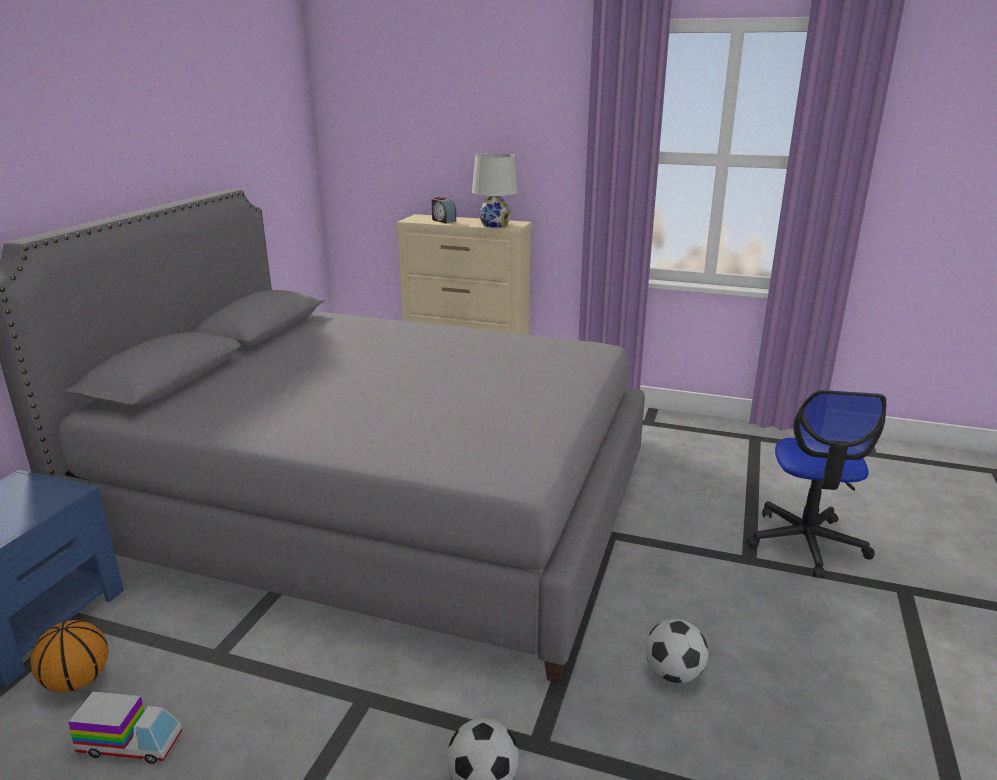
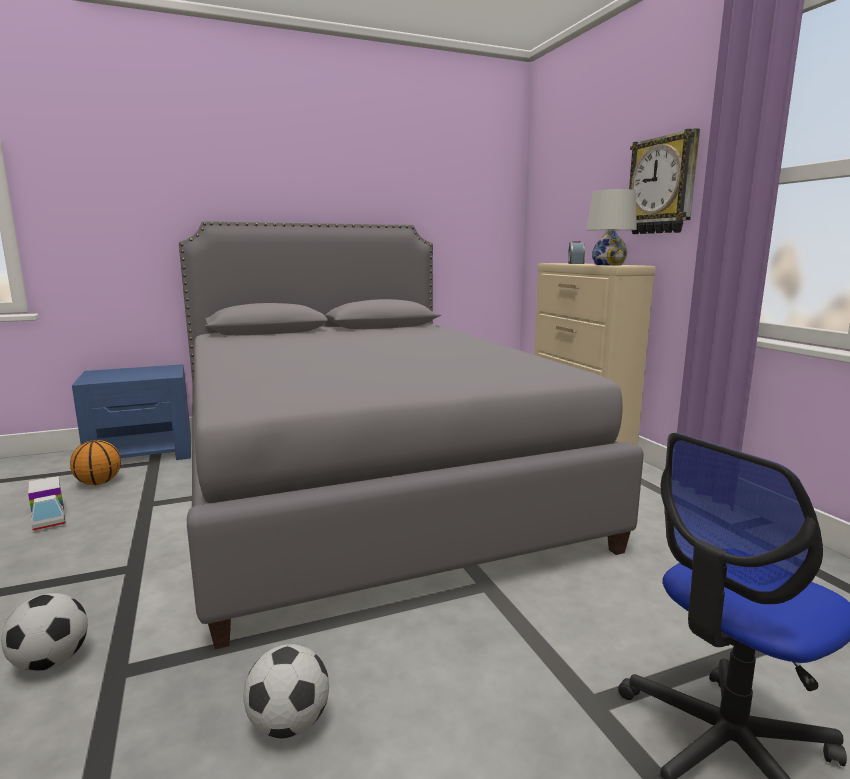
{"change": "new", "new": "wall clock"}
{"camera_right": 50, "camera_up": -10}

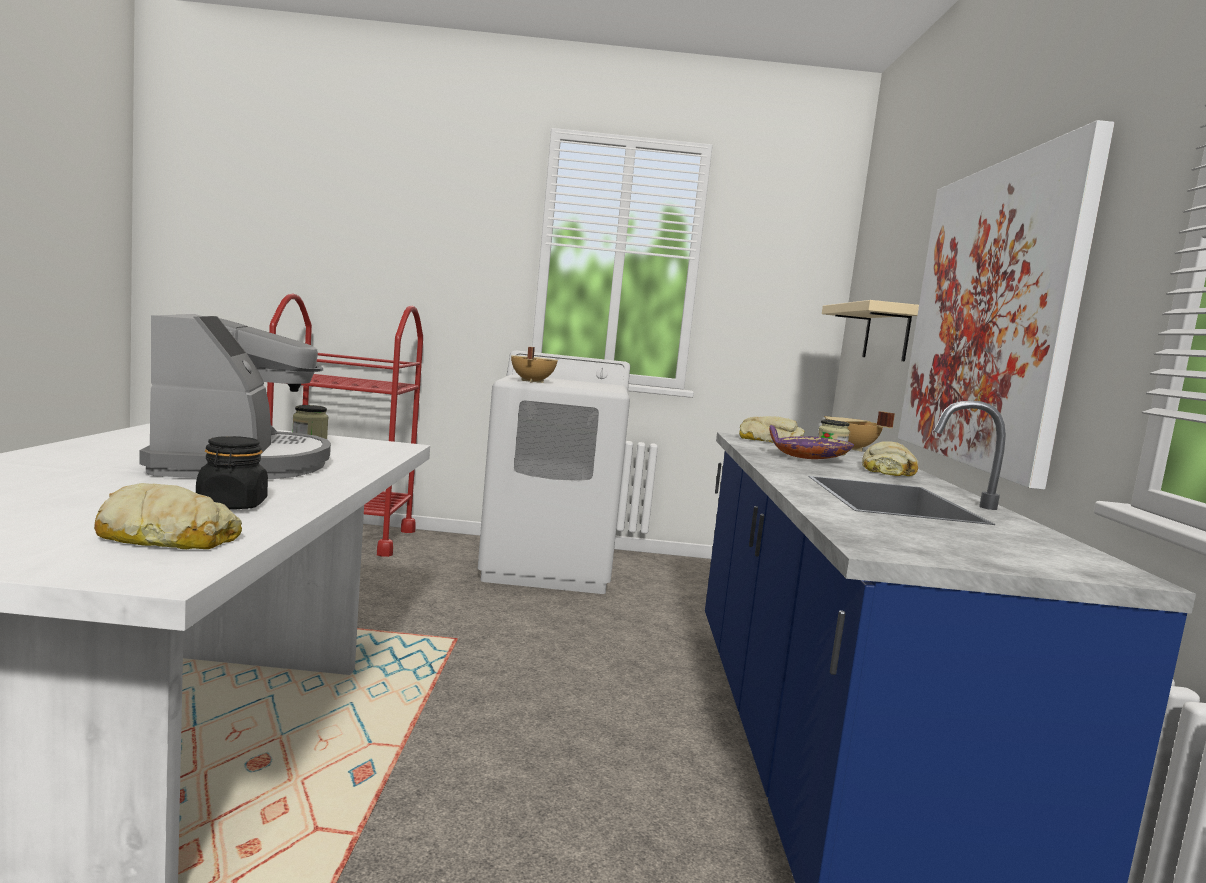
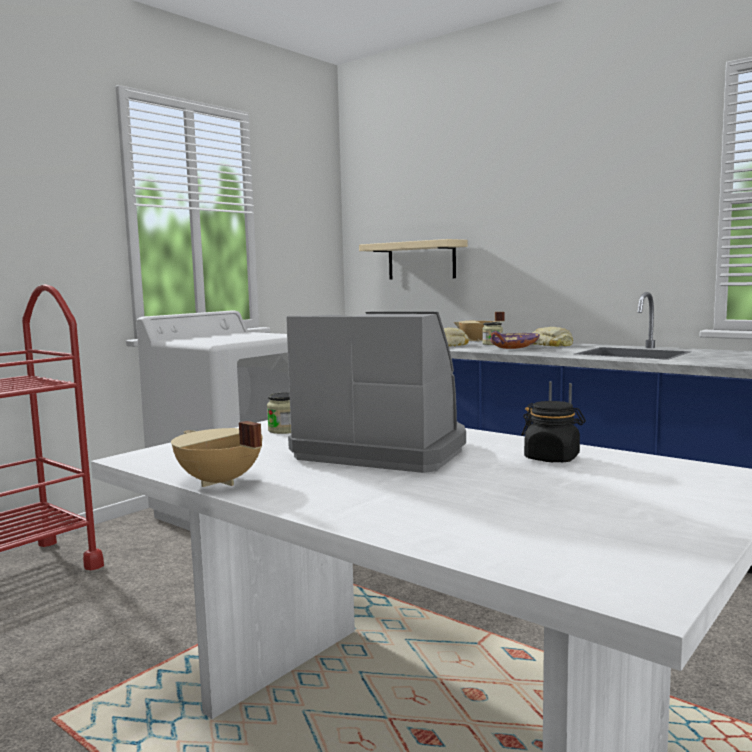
{"change": "shifted", "old": "cooking pot/beige (no. 1 from left)"}
{"change": "gone", "old": "bread (no. 1 from left)"}
{"change": "gone", "old": "picture"}
{"camera_right": -50, "camera_up": 0}

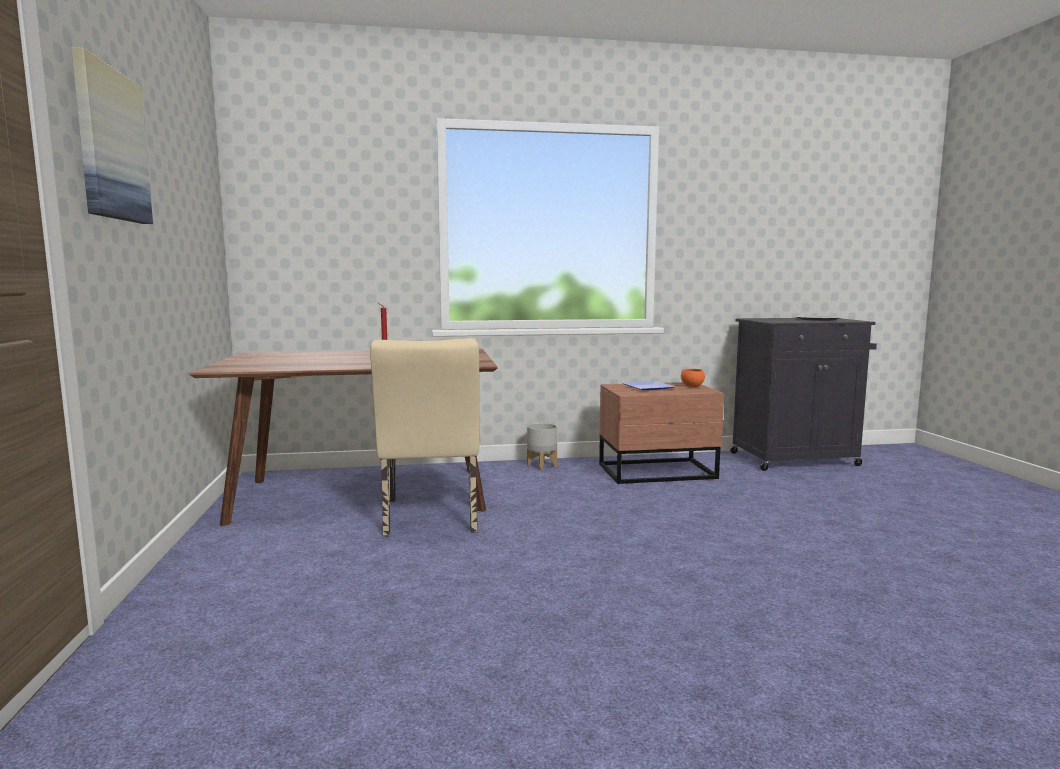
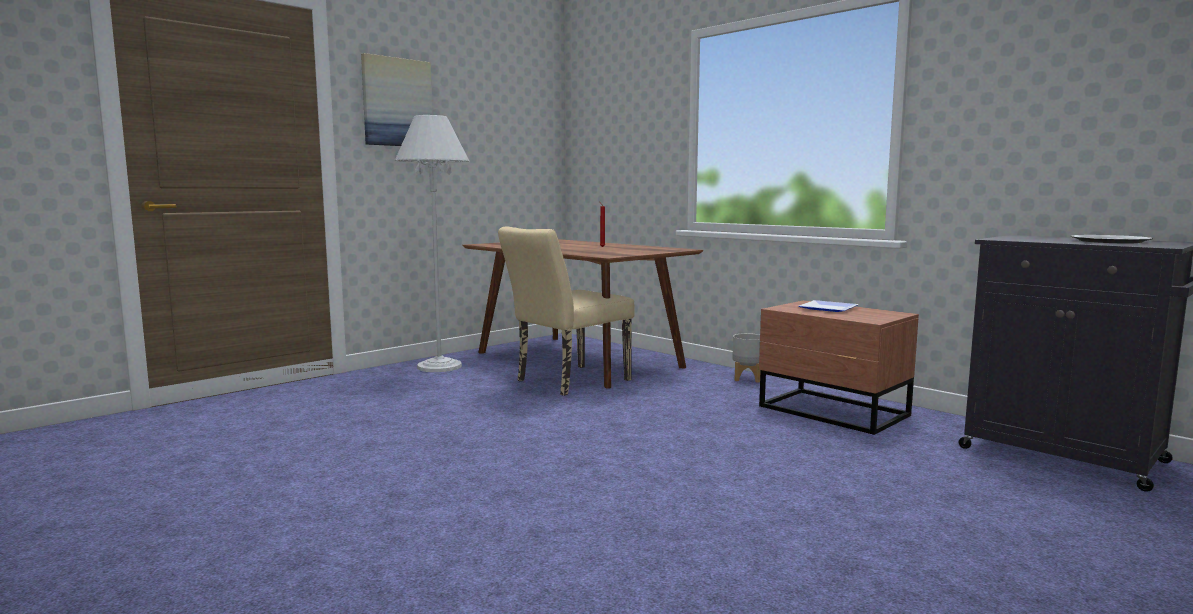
{"change": "new", "new": "floor lamp/white"}
{"change": "gone", "old": "bowl/orange"}
{"camera_right": 55, "camera_up": 0}

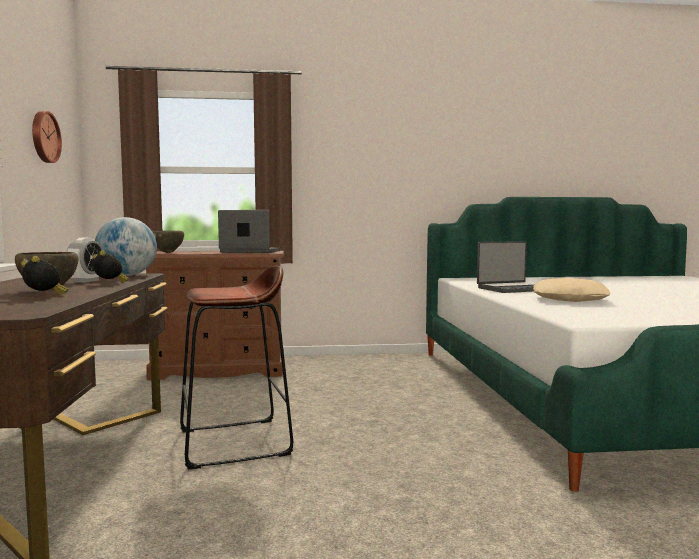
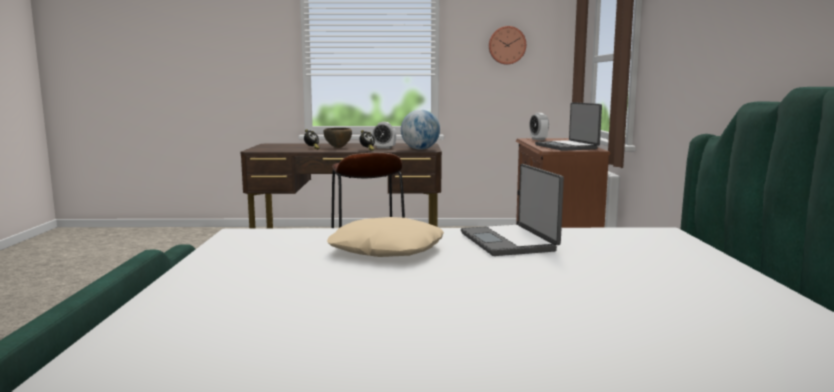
{"change": "swapped", "old": "bowl/brown (no. 2 from left)", "new": "alarm clock (no. 4 from left)"}
{"change": "rotated", "old": "laptop (no. 1 from left in the first image)", "degrees": 150}
{"camera_right": 95, "camera_up": 5}

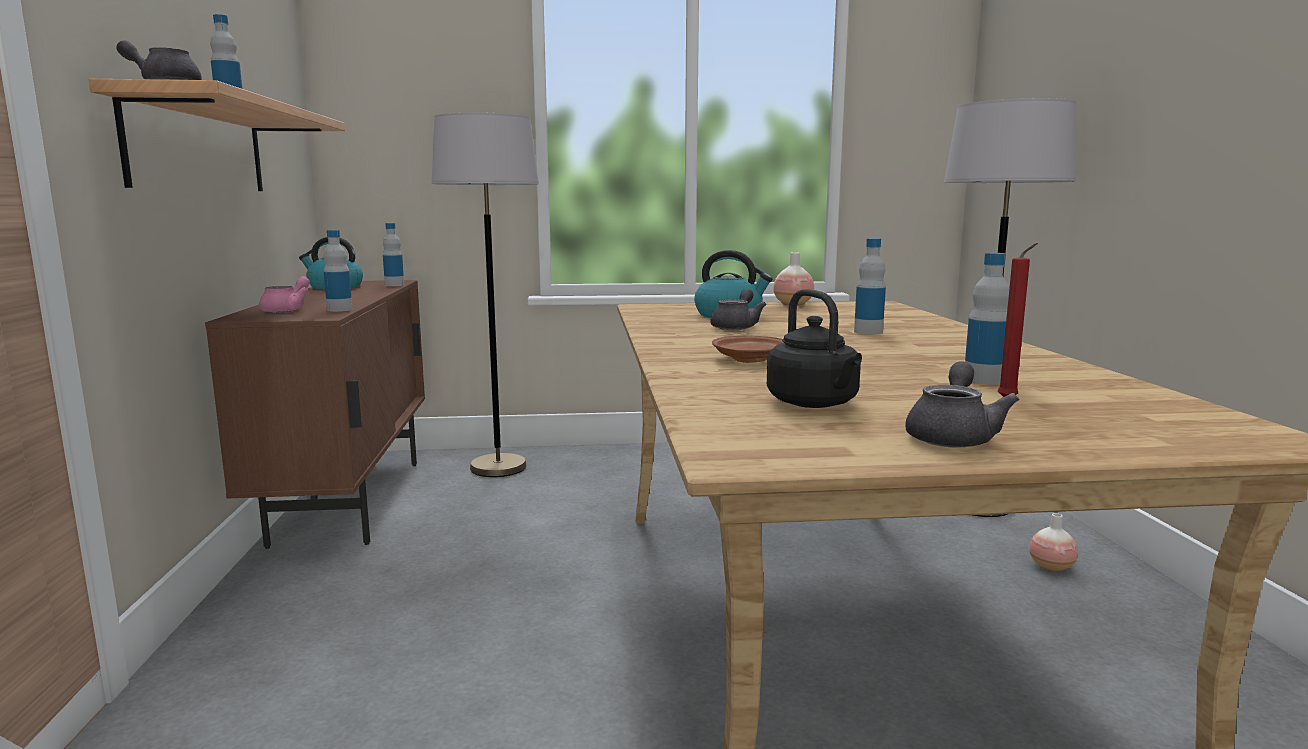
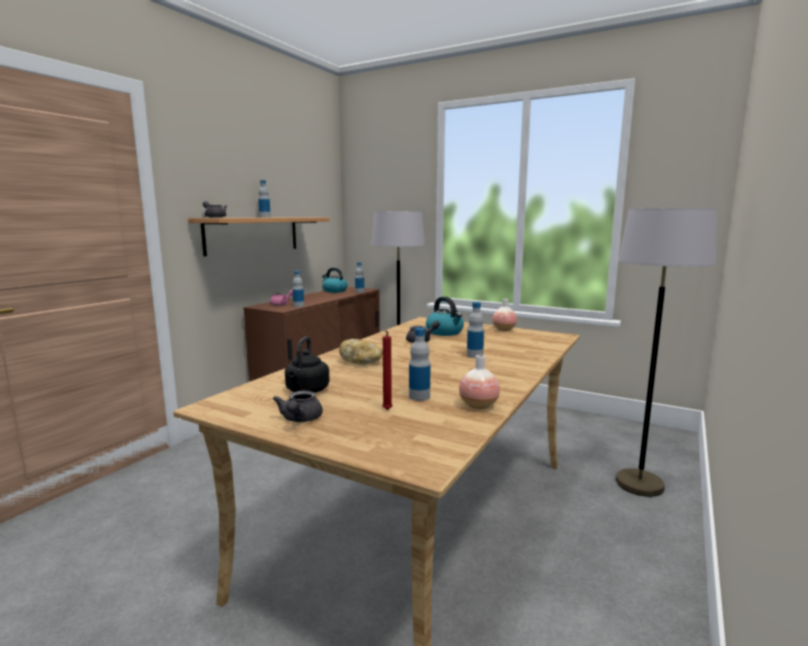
{"change": "rotated", "old": "teapot/grey (no. 3 from left in the first image)", "degrees": 120}
{"change": "swapped", "old": "plate/brown", "new": "bread"}
{"change": "shifted", "old": "vase (no. 2 from left in the first image)", "new": "vase (no. 1 from left)"}
{"camera_right": 35, "camera_up": 0}

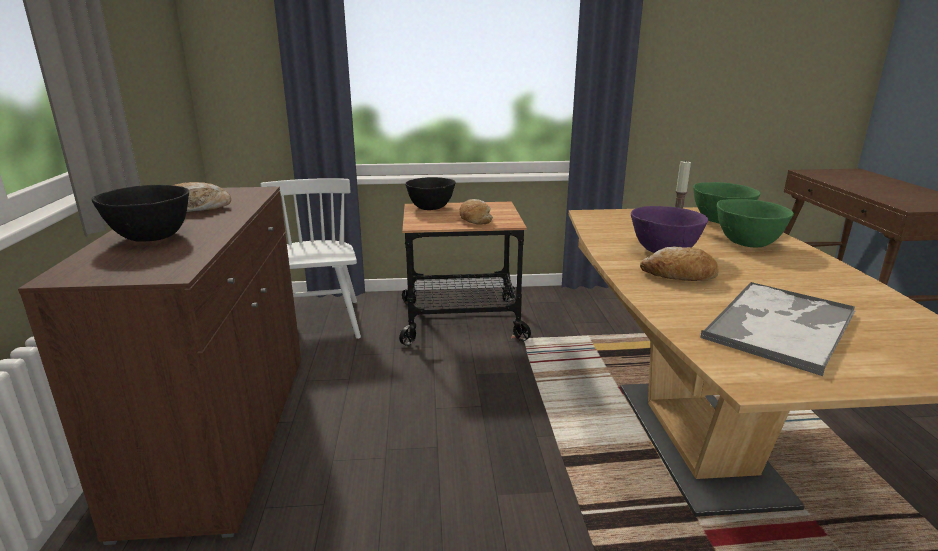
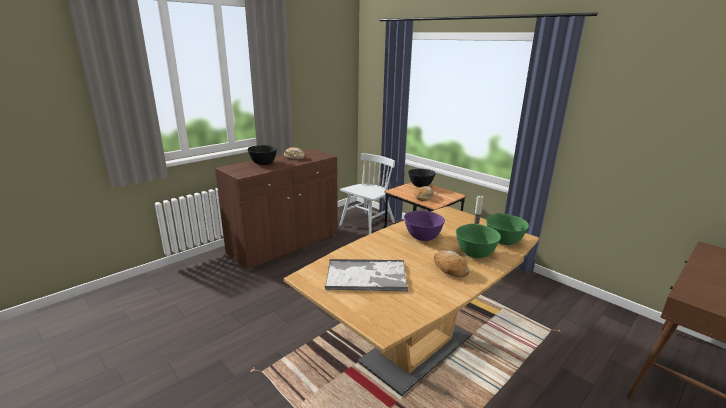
{"change": "shifted", "old": "bread (no. 3 from left)"}
{"camera_right": 50, "camera_up": 0}

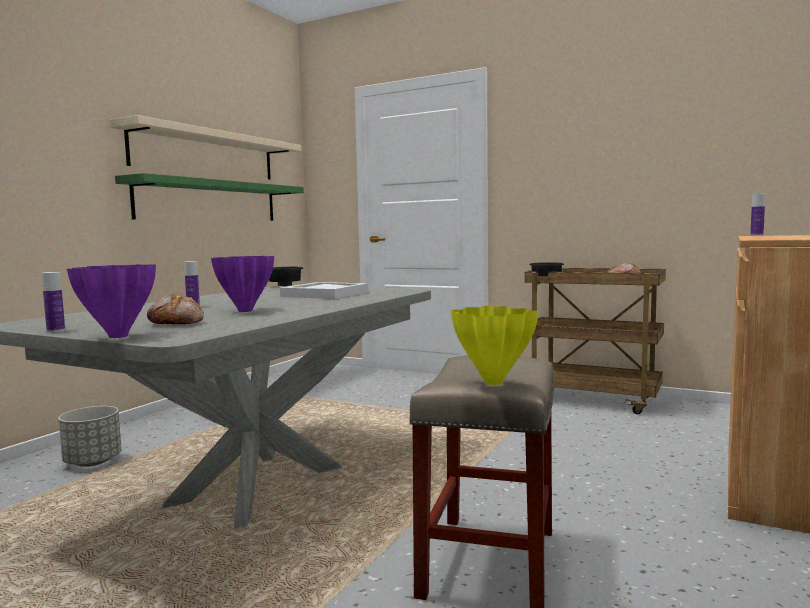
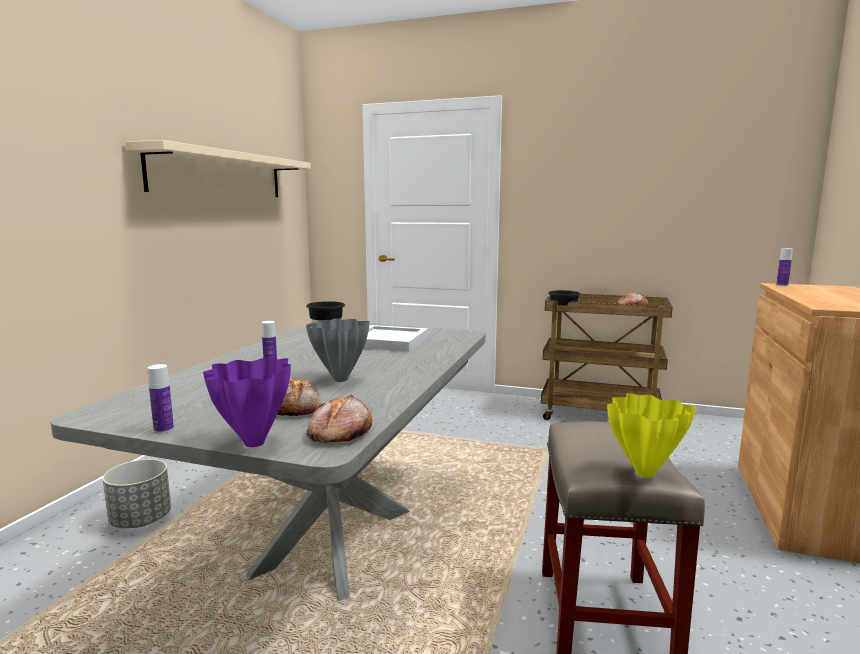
{"change": "repainted", "old": "vase/purple (no. 2 from left)", "new": "vase/grey"}
{"change": "new", "new": "bread (no. 2 from left)"}
{"change": "gone", "old": "shelf/green"}
{"camera_right": -10, "camera_up": 5}

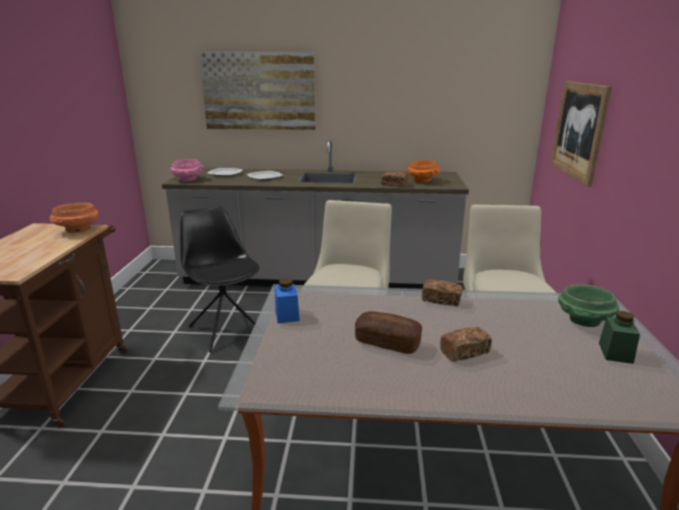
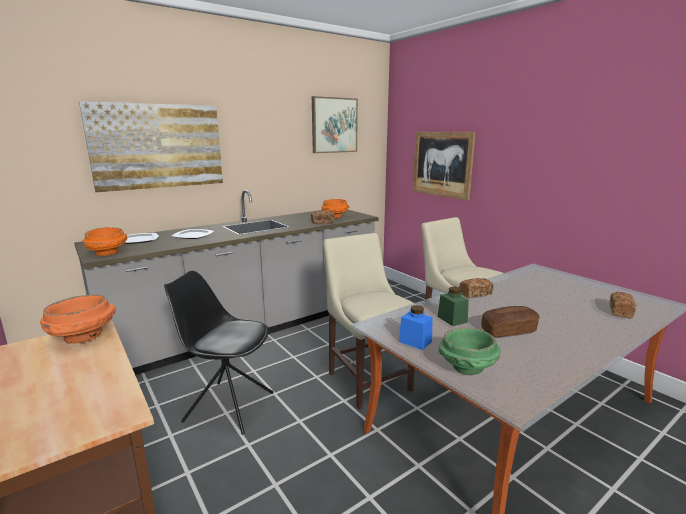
{"change": "repainted", "old": "bowl/pink", "new": "bowl/orange (no. 2 from left)"}
{"change": "new", "new": "picture (no. 2 from left)"}
{"change": "shifted", "old": "jar/green"}
{"change": "shifted", "old": "bowl/green"}
{"change": "shifted", "old": "bread (no. 4 from left)"}
{"camera_right": -40, "camera_up": -5}

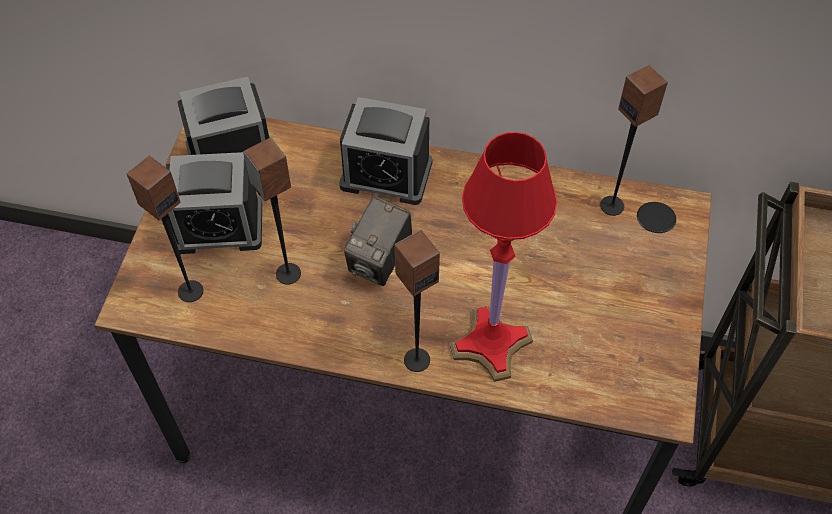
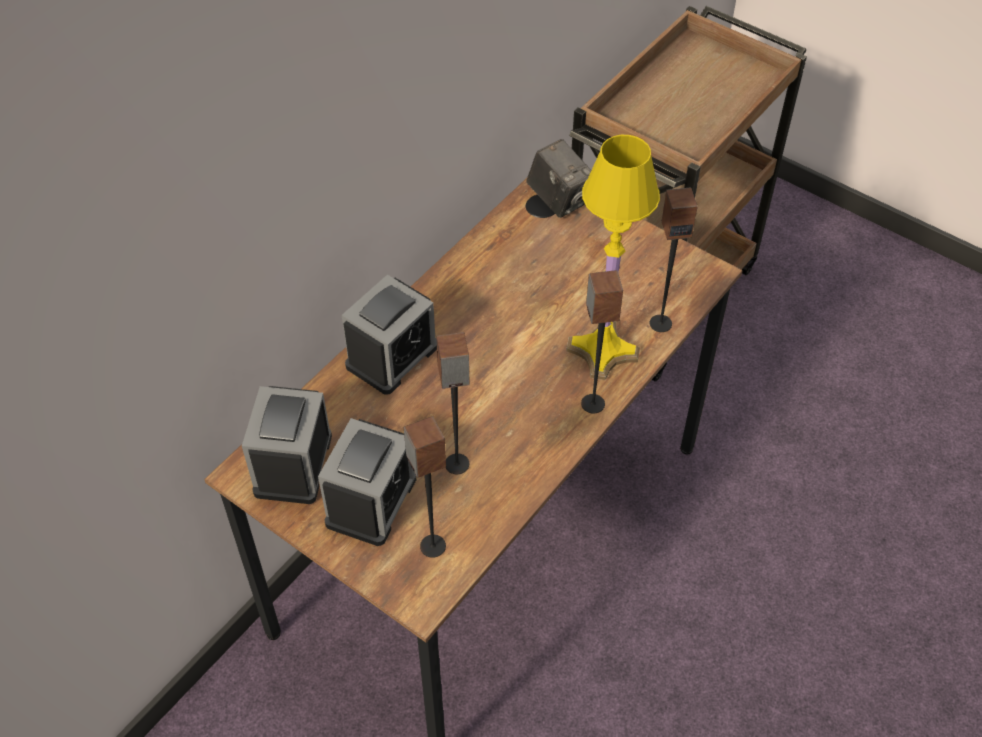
{"change": "shifted", "old": "photo camera"}
{"change": "repainted", "old": "table lamp/red", "new": "table lamp/yellow"}
{"change": "shifted", "old": "speaker (no. 4 from left)"}
{"camera_right": -65, "camera_up": -5}

